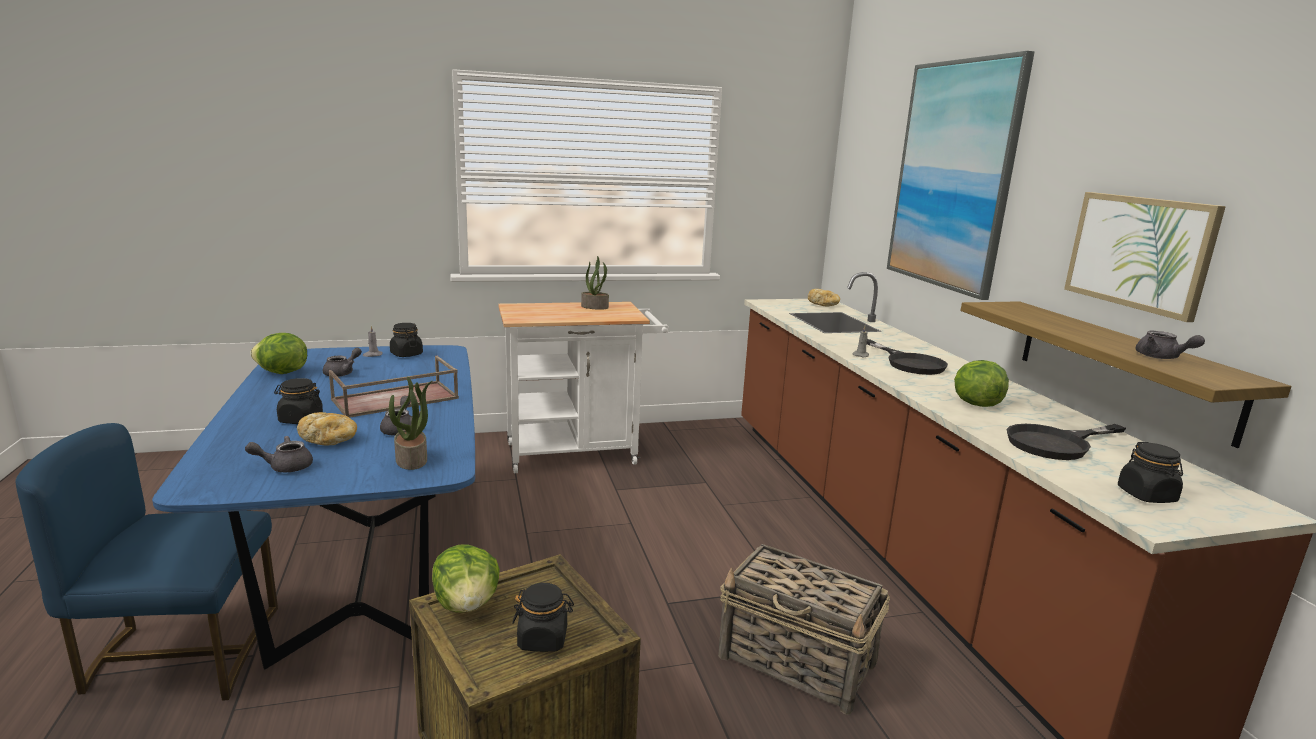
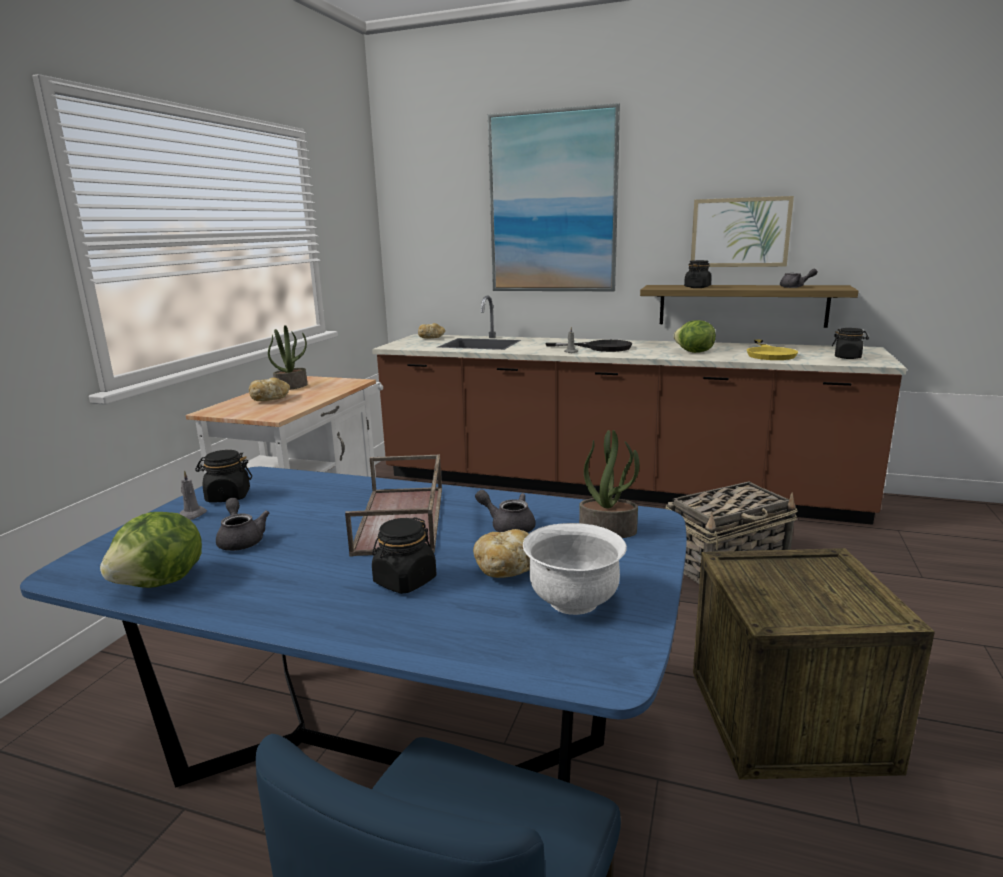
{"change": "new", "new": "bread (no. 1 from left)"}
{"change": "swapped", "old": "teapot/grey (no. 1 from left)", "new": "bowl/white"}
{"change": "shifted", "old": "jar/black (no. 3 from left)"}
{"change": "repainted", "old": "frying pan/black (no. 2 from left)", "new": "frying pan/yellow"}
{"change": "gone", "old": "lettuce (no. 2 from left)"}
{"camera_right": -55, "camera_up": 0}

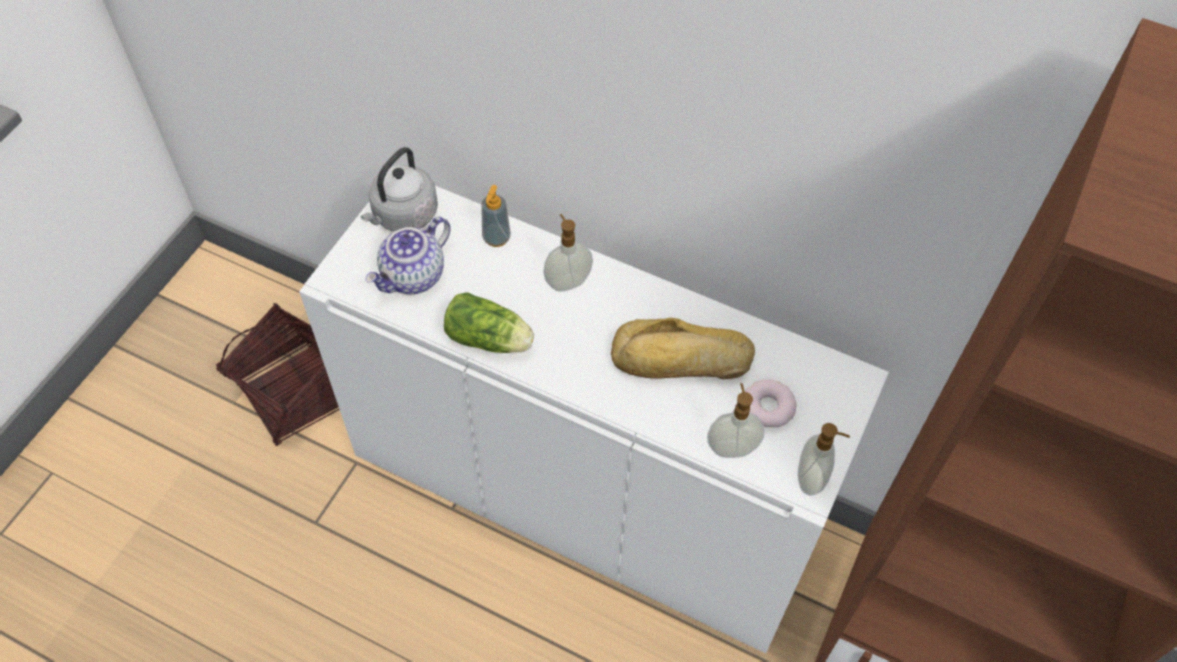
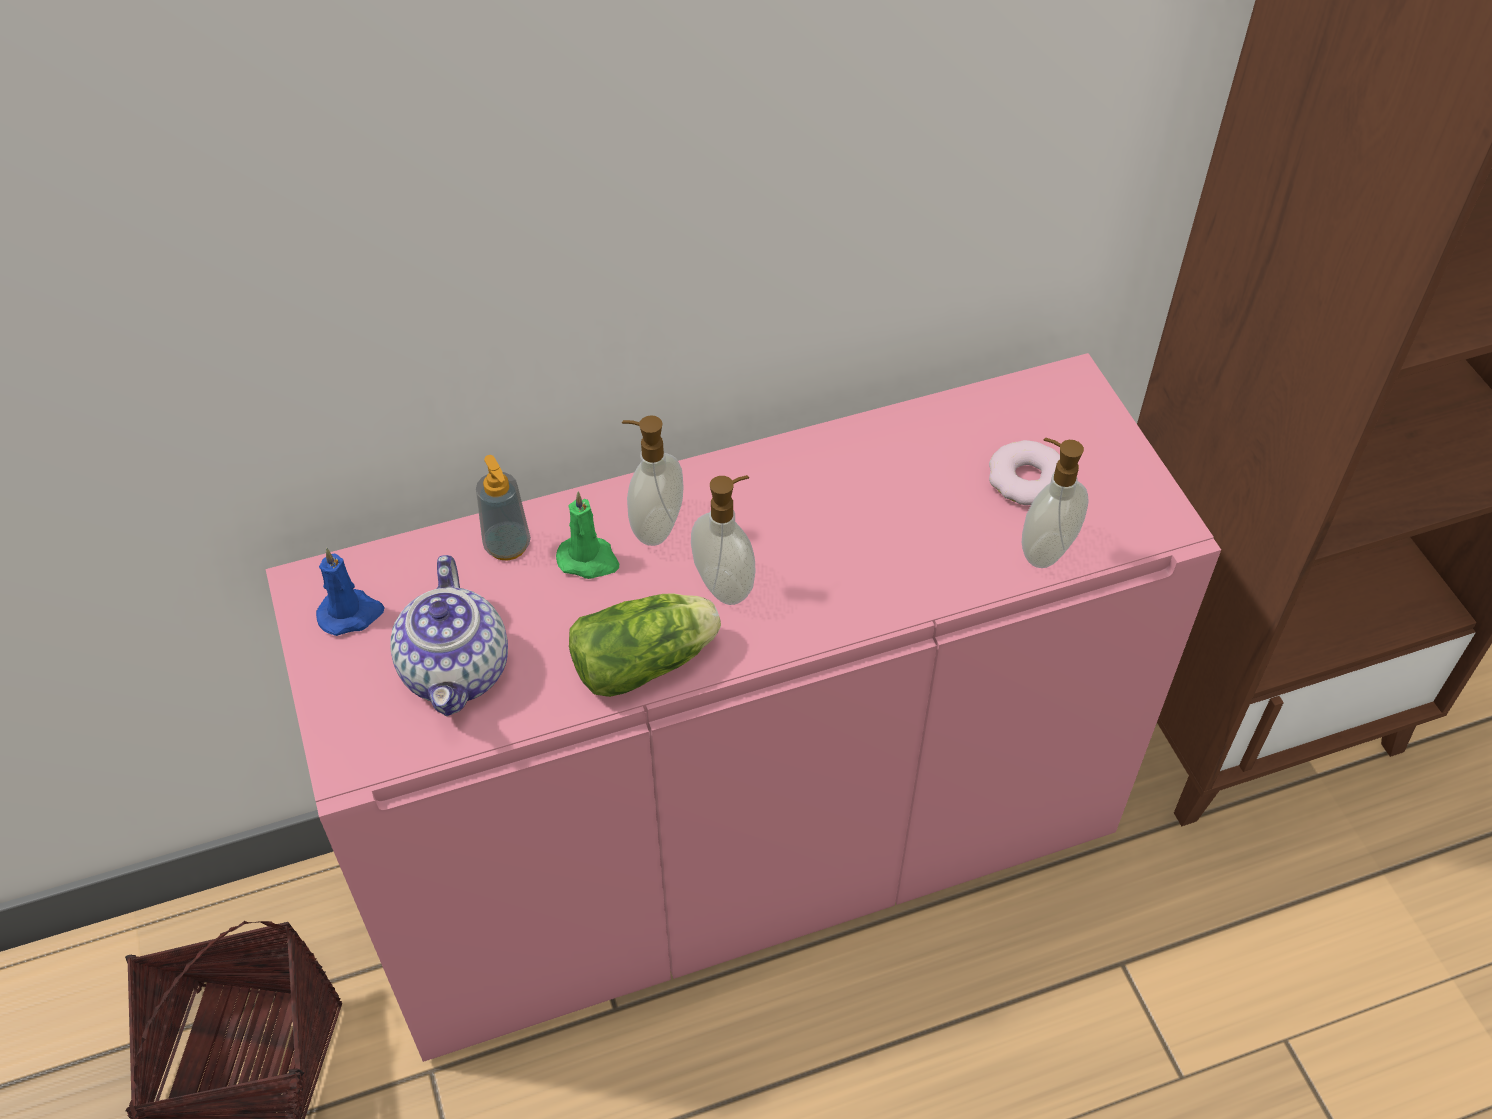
{"change": "repainted", "old": "cabinet/white", "new": "cabinet/pink"}
{"change": "swapped", "old": "kettle/grey", "new": "candle/blue"}
{"change": "new", "new": "candle/green"}
{"change": "shifted", "old": "soap dispenser (no. 4 from left in the first image)", "new": "soap dispenser (no. 3 from left)"}
{"change": "gone", "old": "bread"}
{"camera_right": -45, "camera_up": -5}

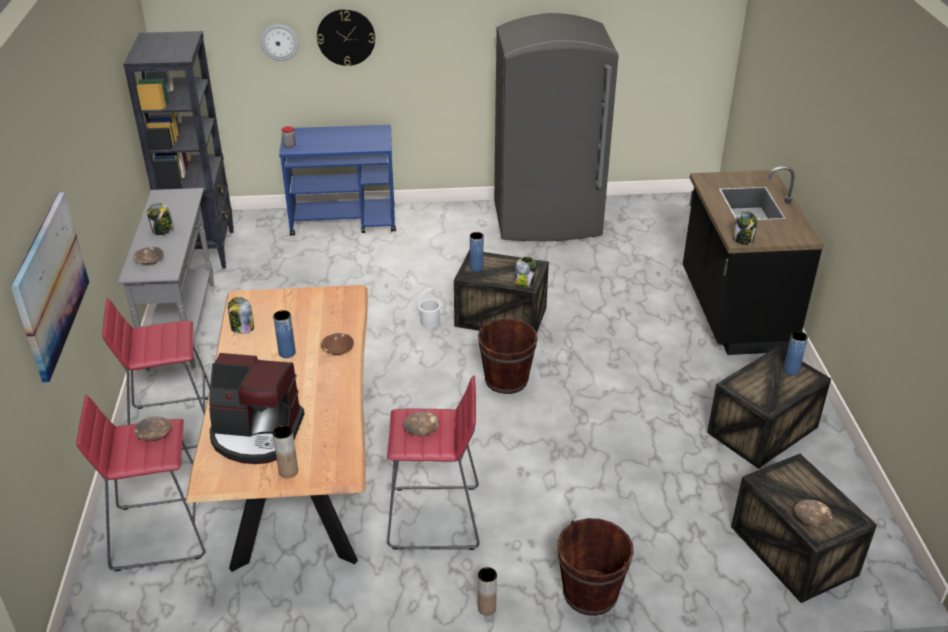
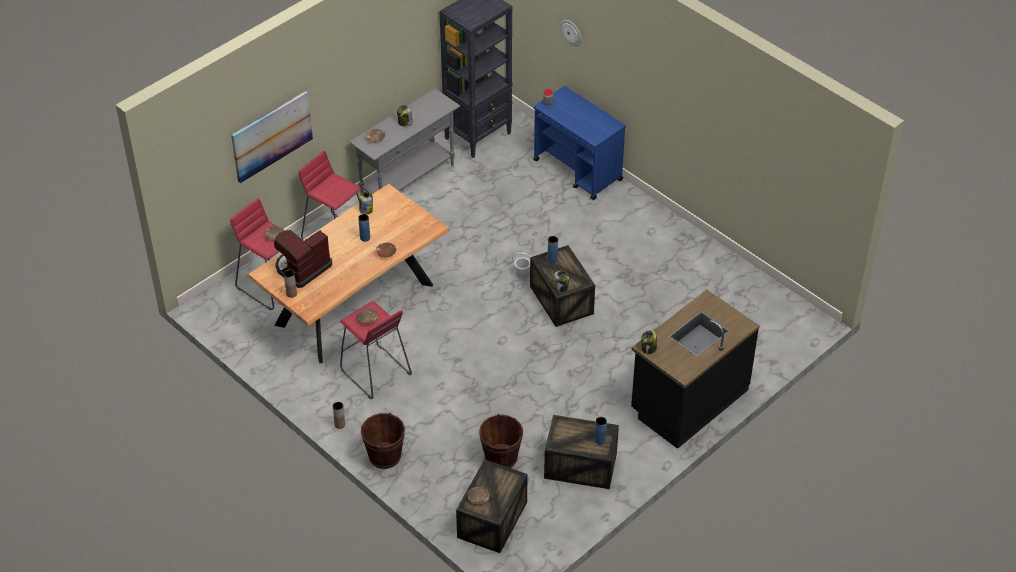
{"change": "rotated", "old": "coffee machine", "degrees": 75}
{"change": "shifted", "old": "bucket/brown (no. 1 from left in the first image)", "new": "bucket/brown (no. 2 from left)"}
{"change": "gone", "old": "wall clock (no. 2 from left)"}
{"change": "gone", "old": "fridge/grey"}
{"camera_right": 50, "camera_up": 10}

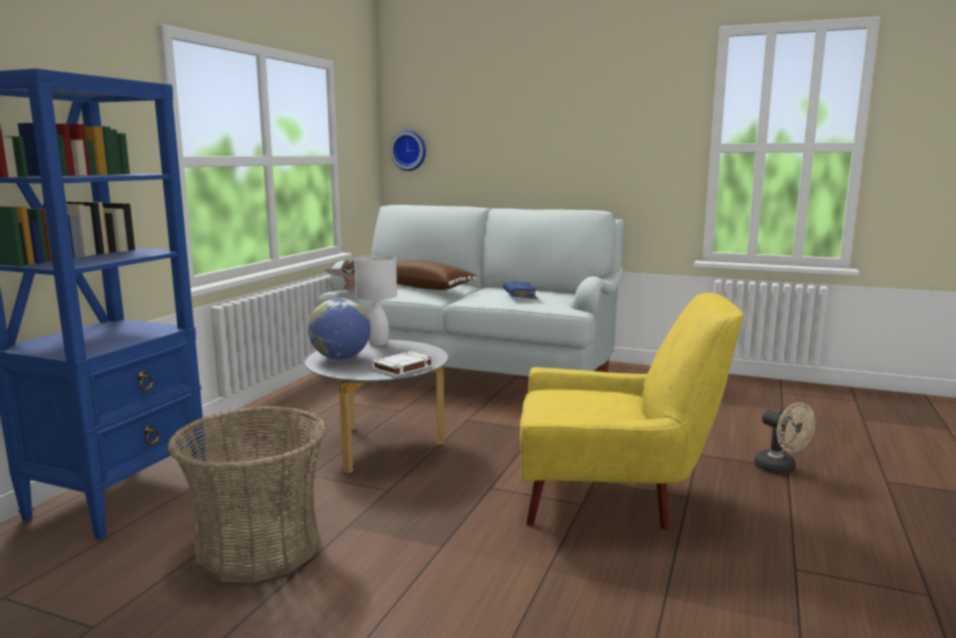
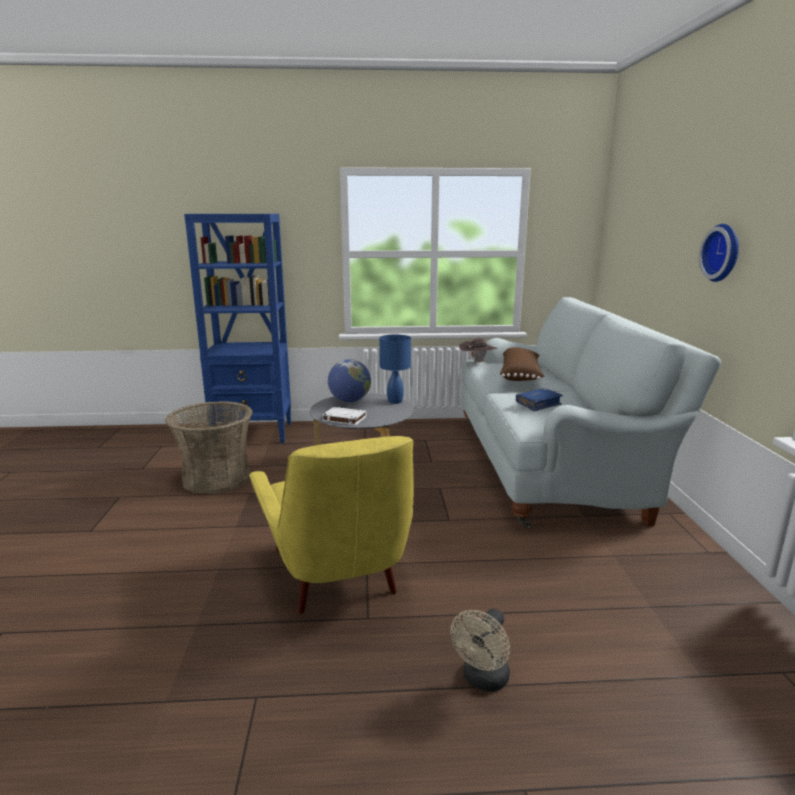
{"change": "repainted", "old": "table lamp/white", "new": "table lamp/blue"}
{"change": "shifted", "old": "wall clock"}
{"camera_right": 65, "camera_up": 5}

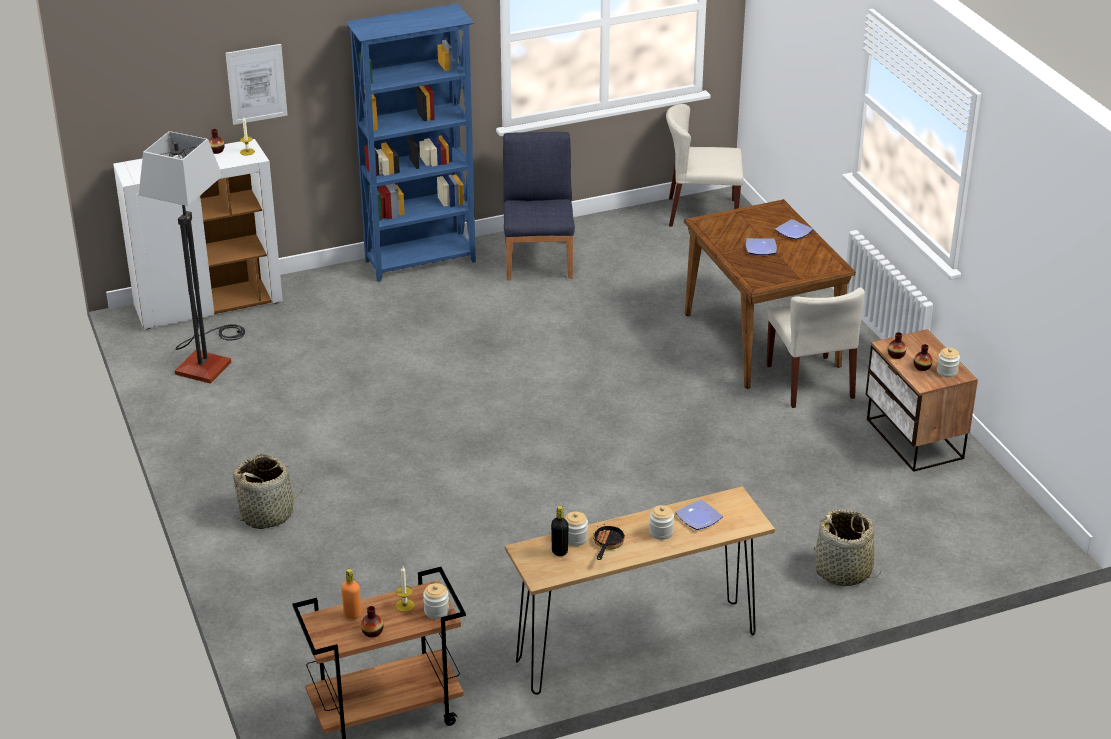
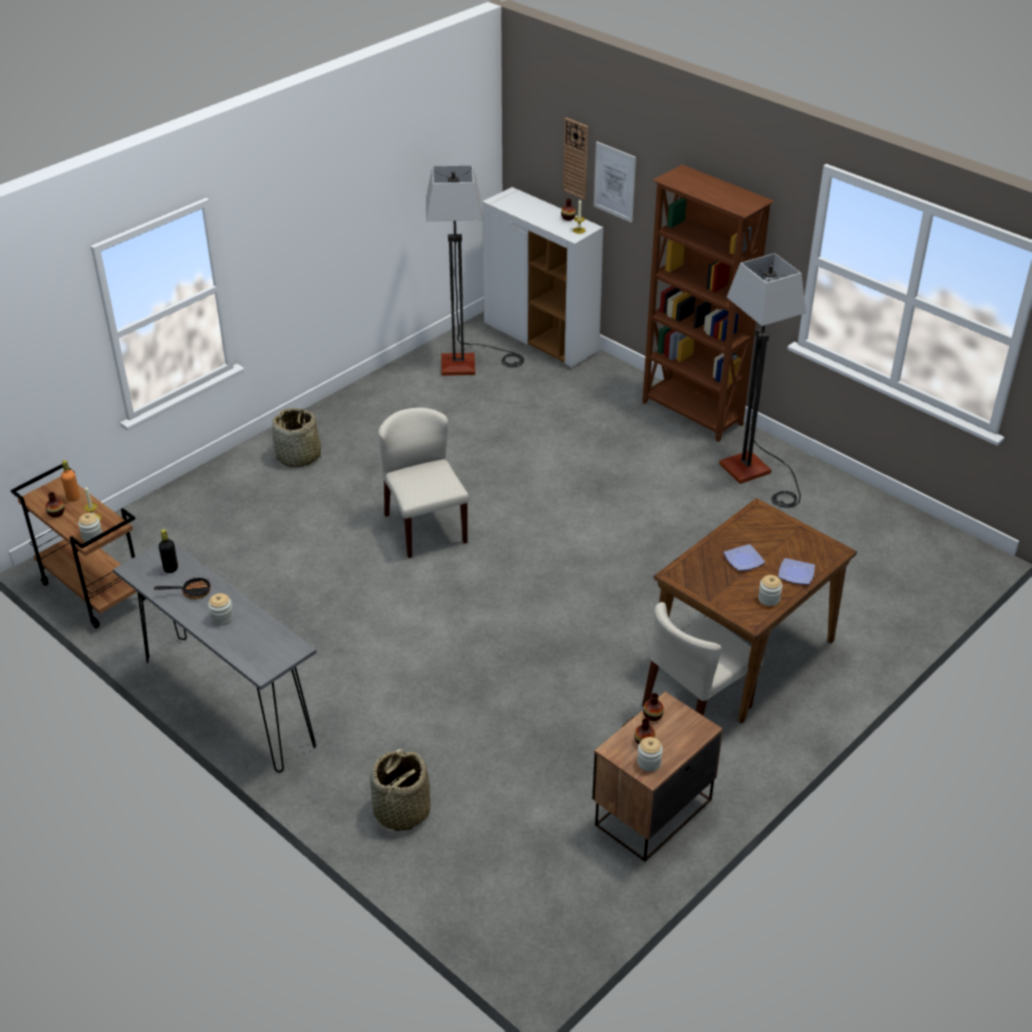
{"change": "repainted", "old": "console table/brown", "new": "console table/grey"}
{"change": "shifted", "old": "chair/beige (no. 1 from left)"}
{"change": "new", "new": "wall clock"}
{"change": "repainted", "old": "bookcase/blue", "new": "bookcase/brown"}
{"change": "swapped", "old": "chair/blue", "new": "floor lamp (no. 2 from left)"}
{"change": "shifted", "old": "jar (no. 2 from left in the first image)", "new": "jar (no. 4 from left)"}
{"change": "gone", "old": "plate (no. 1 from left)"}
{"camera_right": 65, "camera_up": 5}

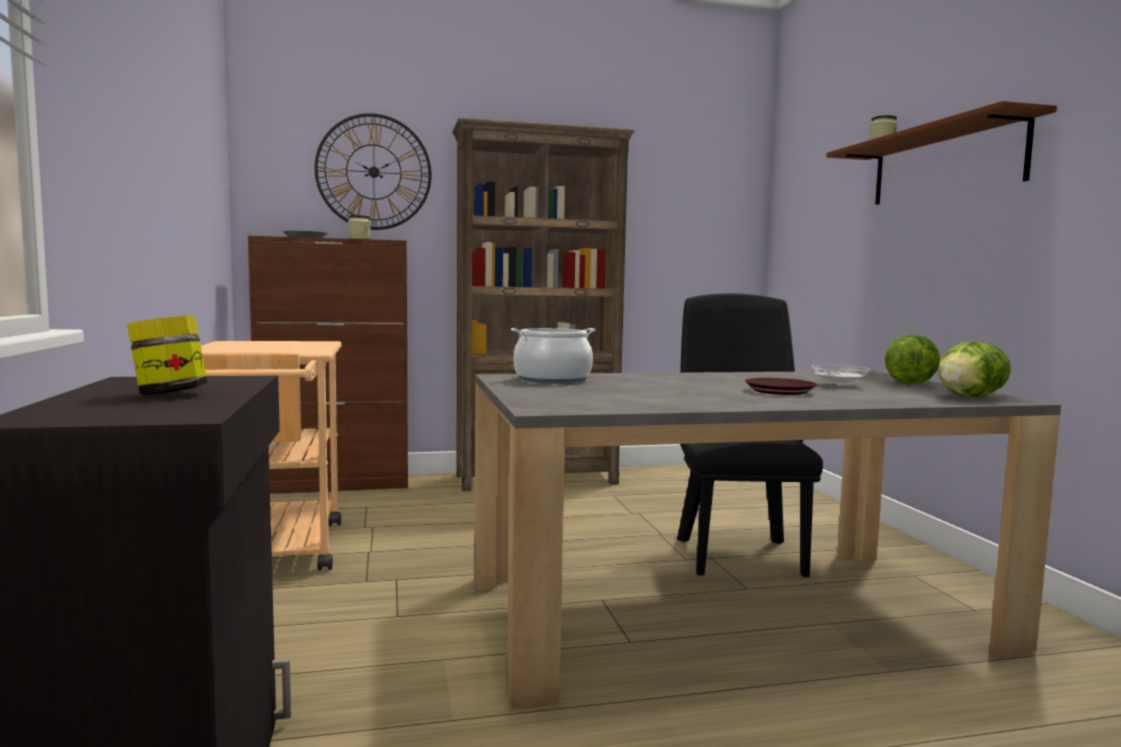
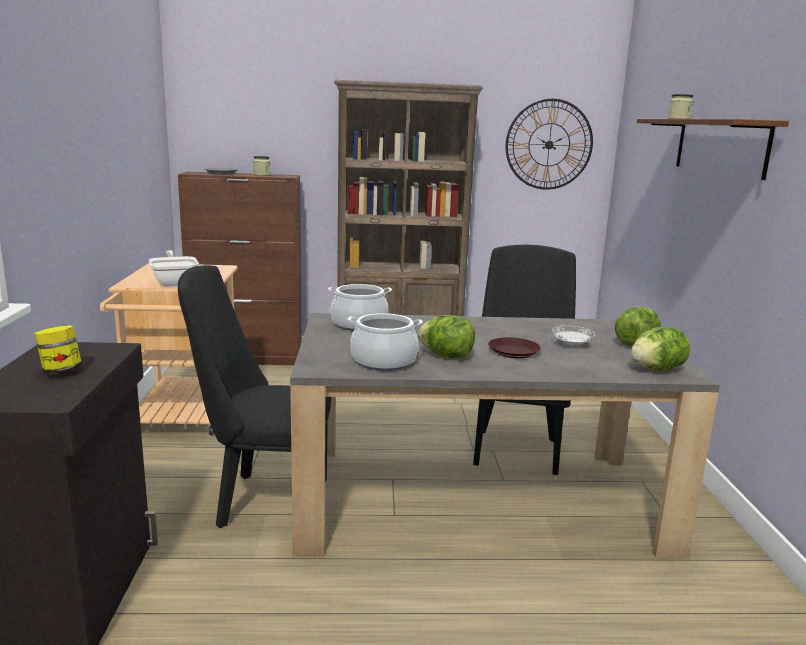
{"change": "new", "new": "frying pan"}
{"change": "new", "new": "chair/black (no. 1 from left)"}
{"change": "new", "new": "cooking pot (no. 2 from left)"}
{"change": "new", "new": "lettuce (no. 1 from left)"}
{"change": "shifted", "old": "wall clock"}
{"camera_right": 10, "camera_up": 10}

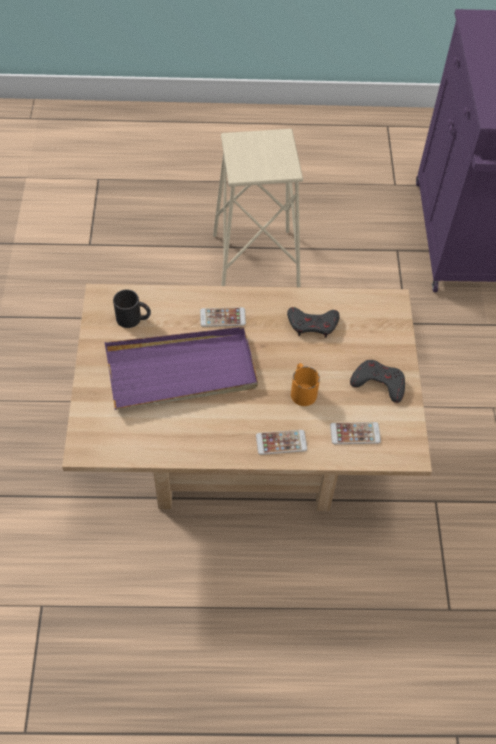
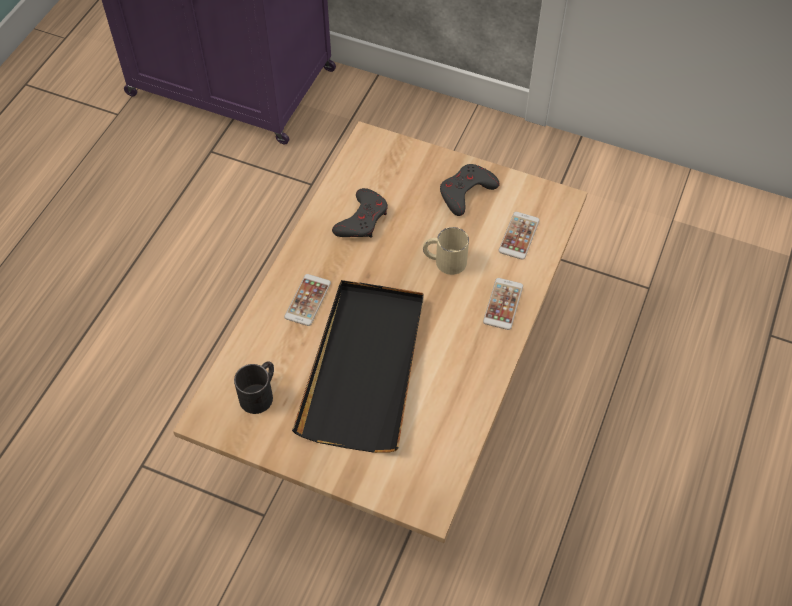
{"change": "repainted", "old": "tray/purple", "new": "tray/black"}
{"change": "repainted", "old": "mug/orange", "new": "mug/beige"}
{"change": "gone", "old": "stool/beige"}
{"camera_right": -65, "camera_up": 0}

